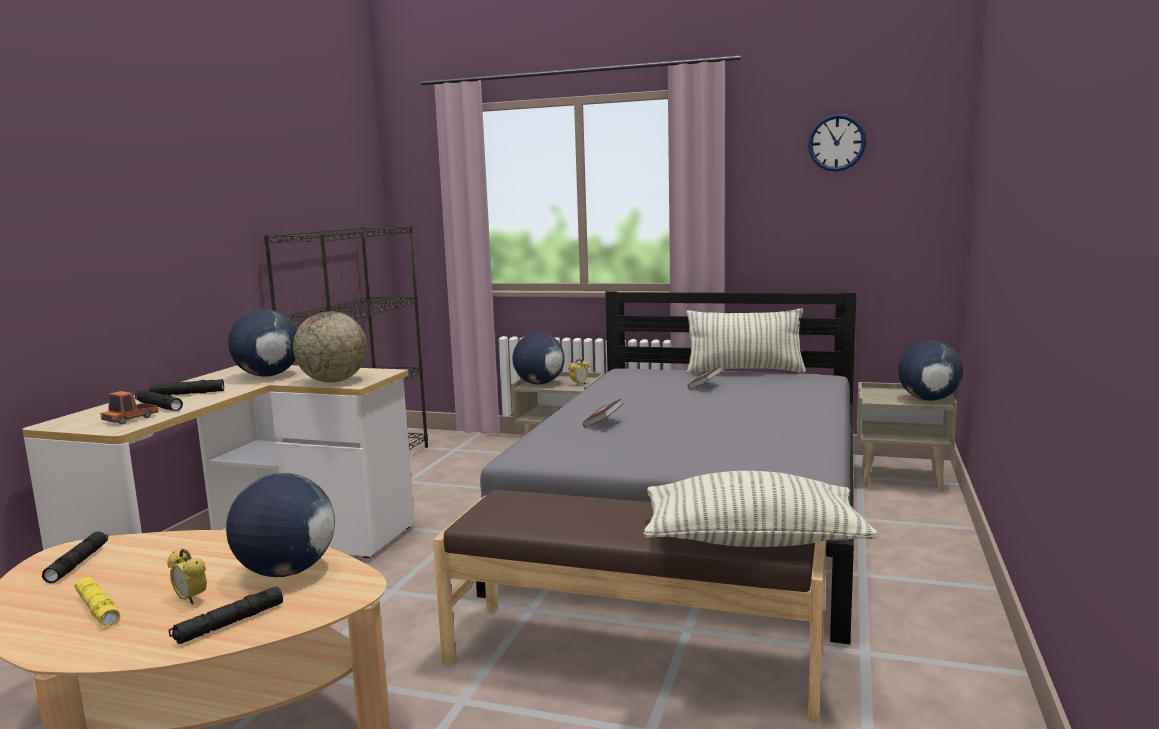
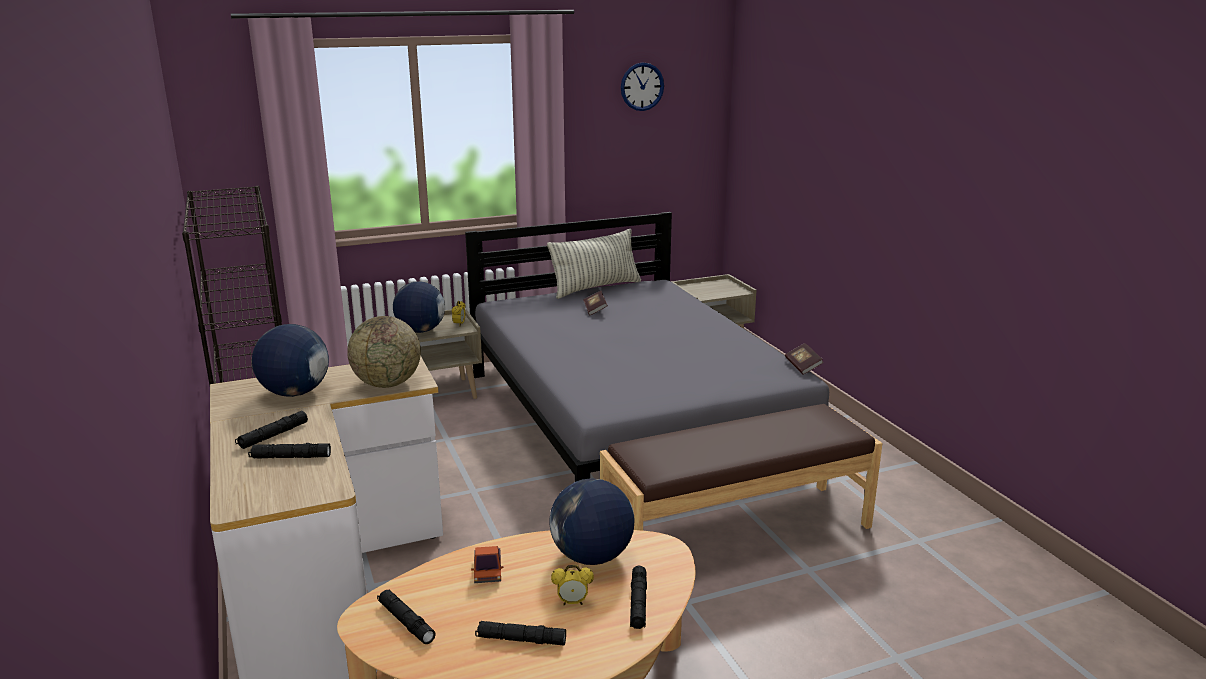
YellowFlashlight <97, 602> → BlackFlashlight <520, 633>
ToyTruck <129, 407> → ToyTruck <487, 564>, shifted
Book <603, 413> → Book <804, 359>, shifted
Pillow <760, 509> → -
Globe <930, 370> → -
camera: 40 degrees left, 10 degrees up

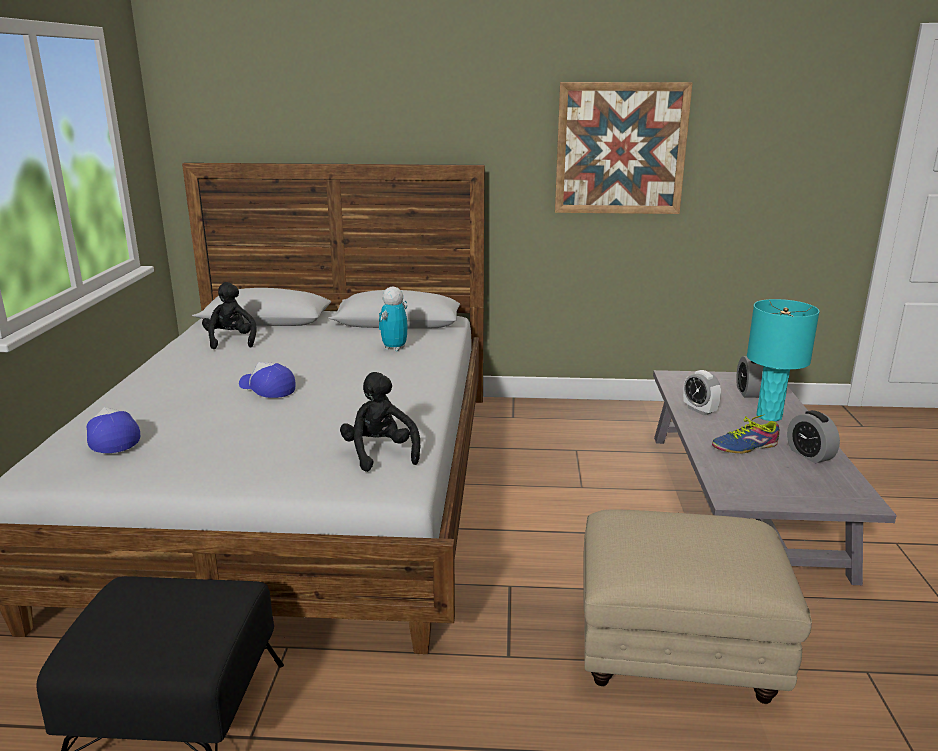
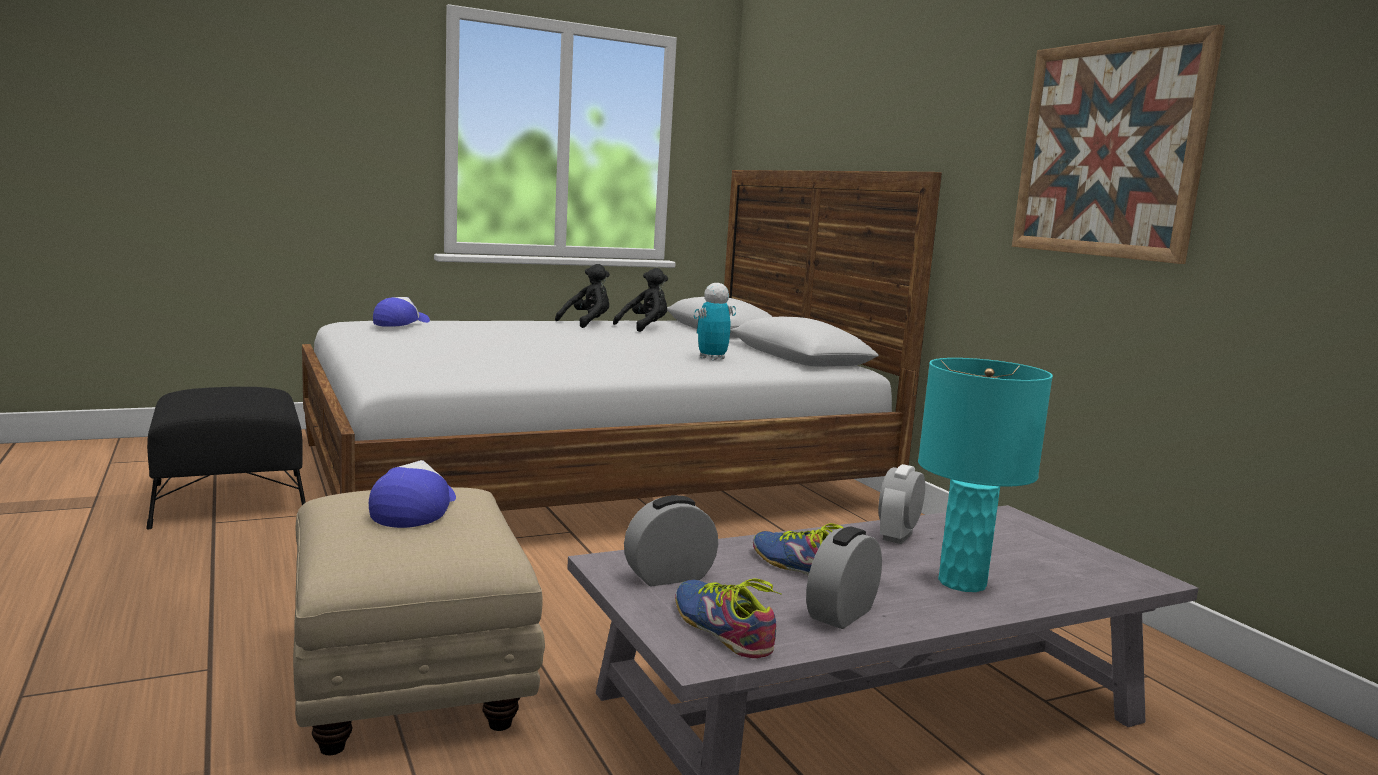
Cap <267, 380> → Cap <412, 494>, shifted
BlackPlushToy <380, 422> → BlackPlushToy <582, 296>, shifted
ToyRobot <393, 319> → ToyRobot <715, 322>, 45 degrees counterclockwise
AlarmClock <749, 377> → AlarmClock <671, 540>, shifted
- → Shoe <728, 618>
camera: 60 degrees right, 10 degrees down

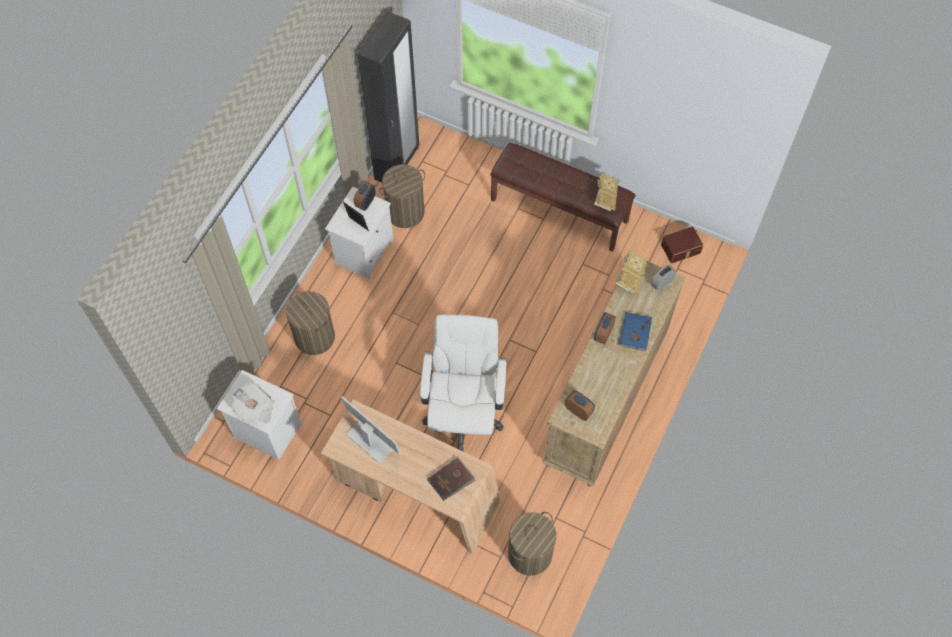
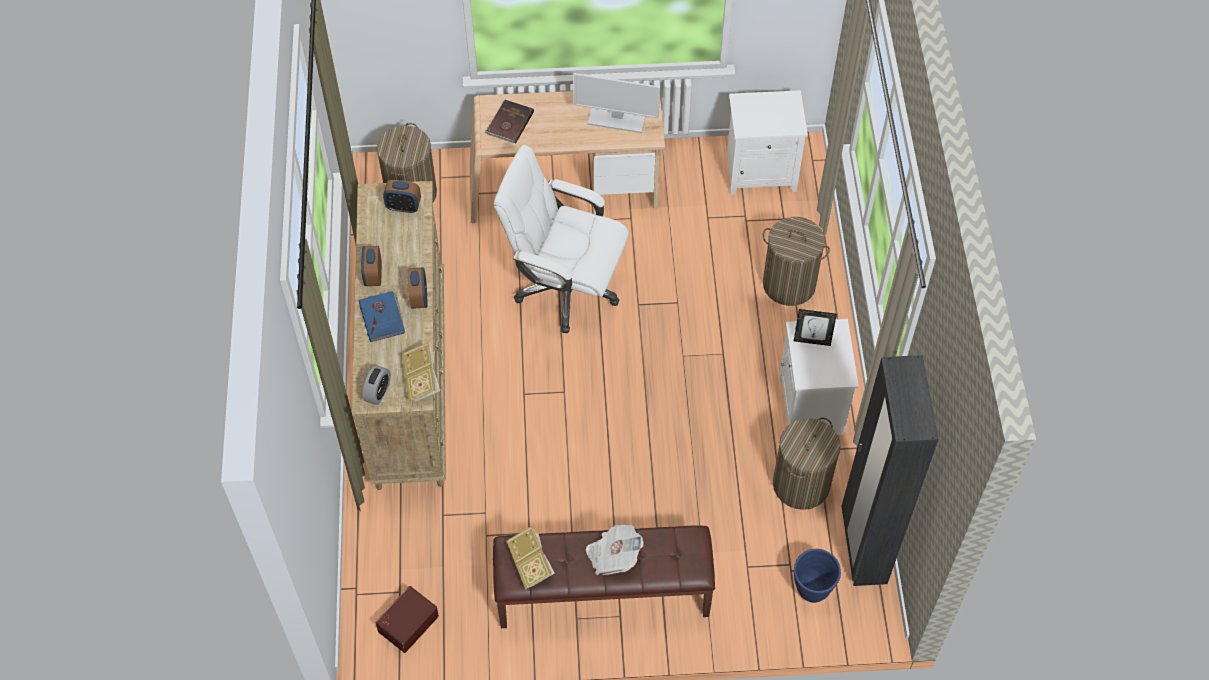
Newspaper <253, 403> → Newspaper <615, 550>, shifted
AlarmClock <365, 196> → AlarmClock <371, 266>, shifted
WhiteOfficeChair <463, 382> → WhiteOfficeChair <561, 239>, 135 degrees clockwise
- → BluePlanter <817, 575>
camera: 150 degrees right, 5 degrees down

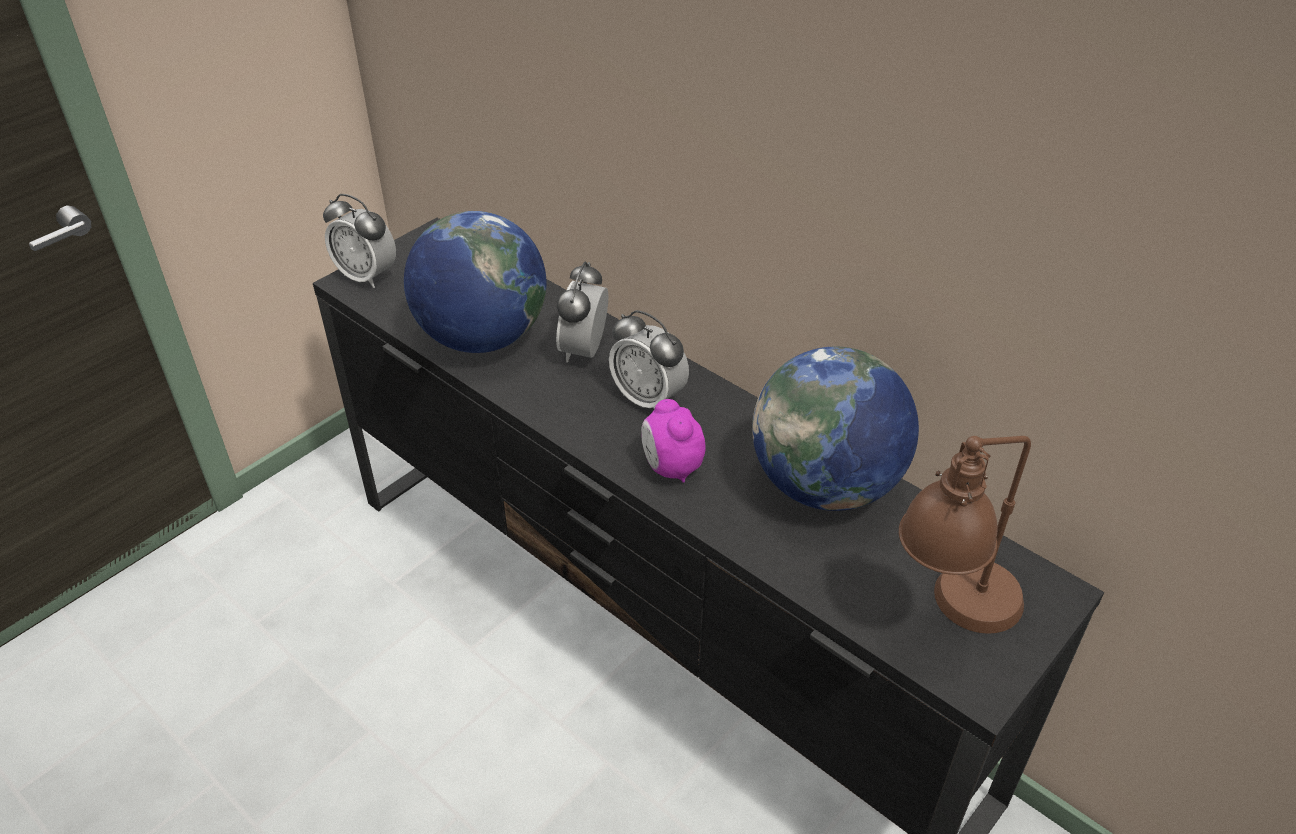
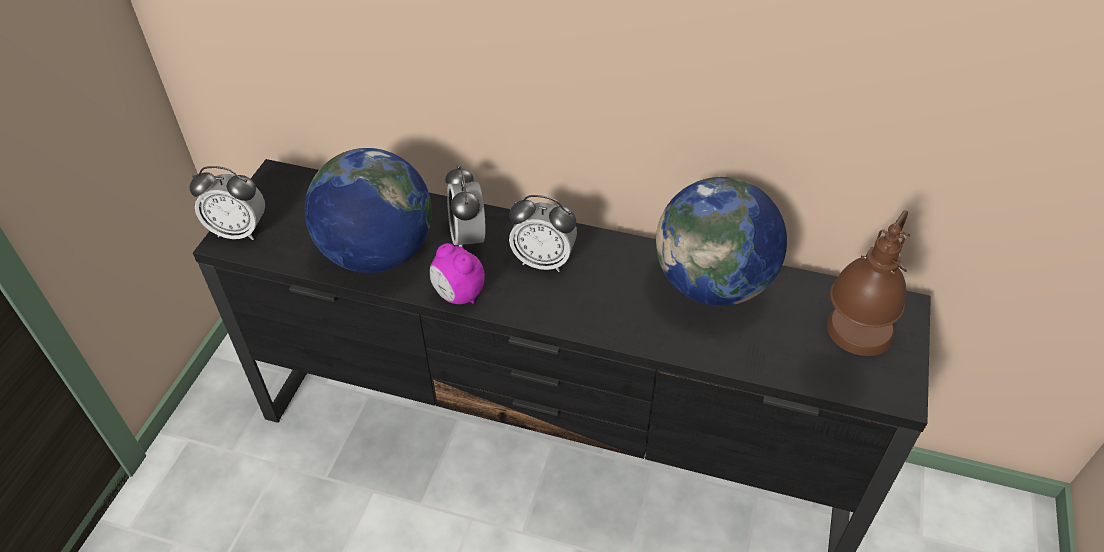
AlarmClock <673, 441> → AlarmClock <457, 273>, shifted
camera: 25 degrees left, 5 degrees up

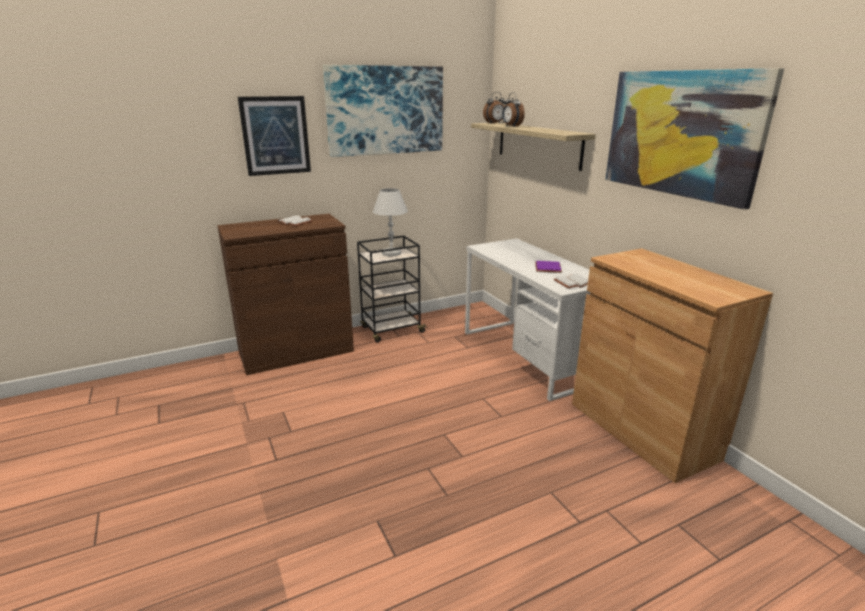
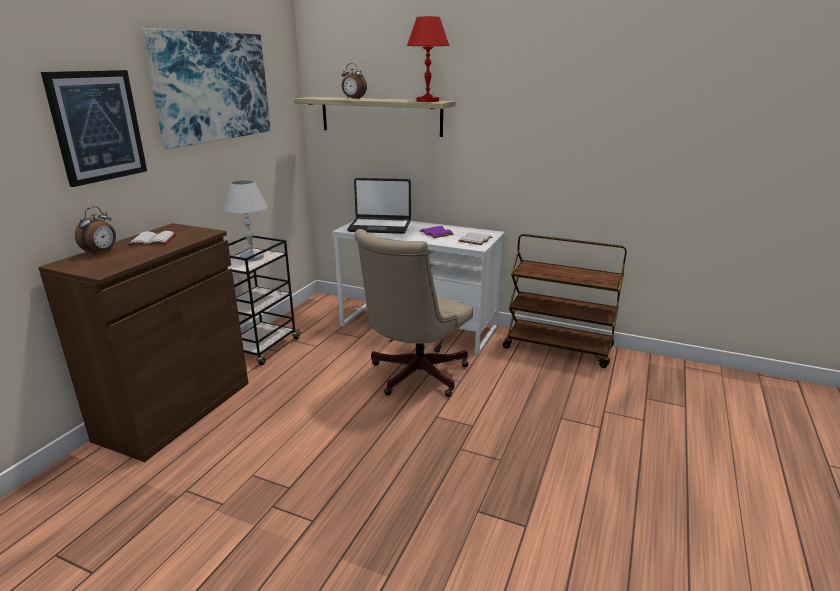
AlarmClock <494, 108> → AlarmClock <95, 230>, shifted
BrownCabinet <672, 365> → BrownCart <565, 301>
Picture <694, 139> → -
- → Laptop <379, 206>
- → BeigeOfficeChair <413, 313>
- → RedTableLamp <428, 59>
camera: 40 degrees left, 0 degrees up

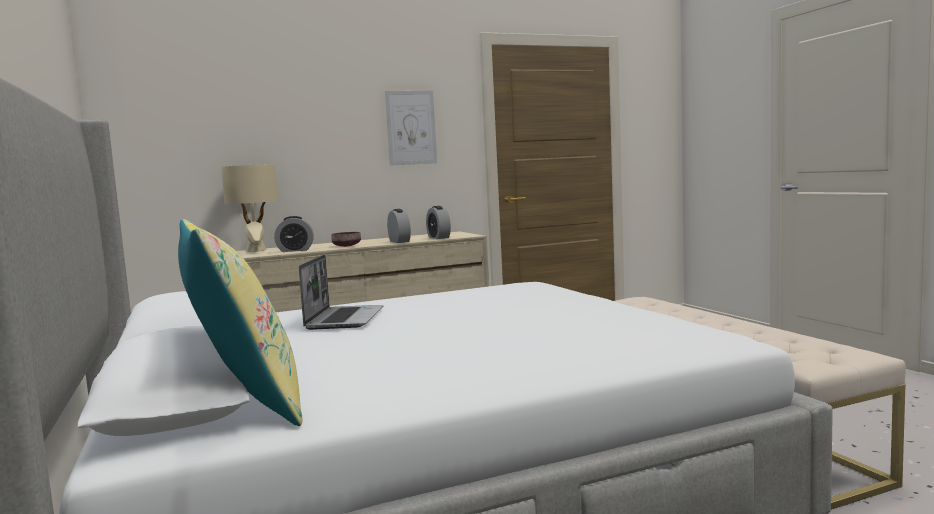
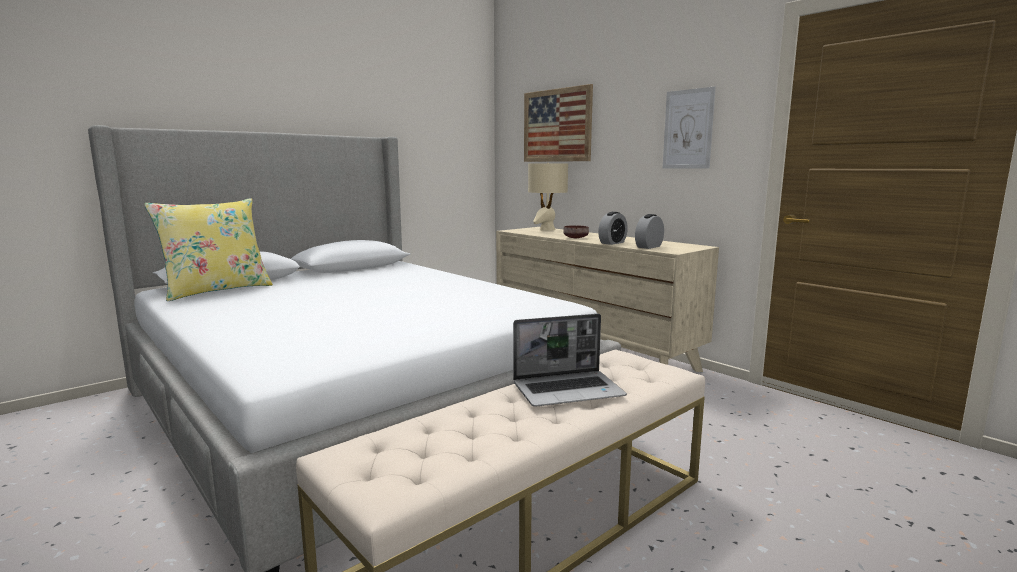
AlarmClock <294, 234> → -
Laptop <341, 292> → Laptop <570, 360>, shifted
- → Picture <558, 123>
camera: 70 degrees right, 5 degrees up

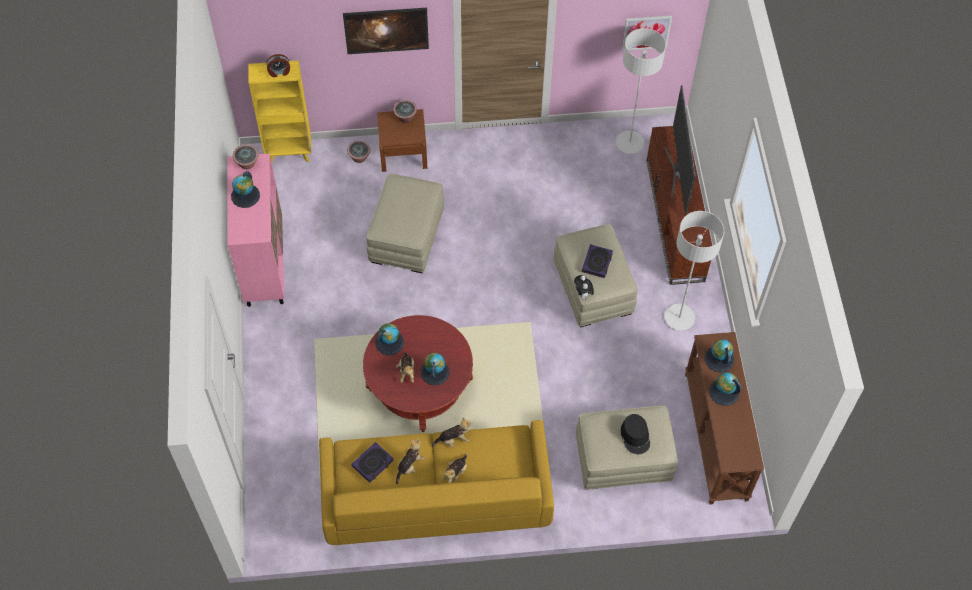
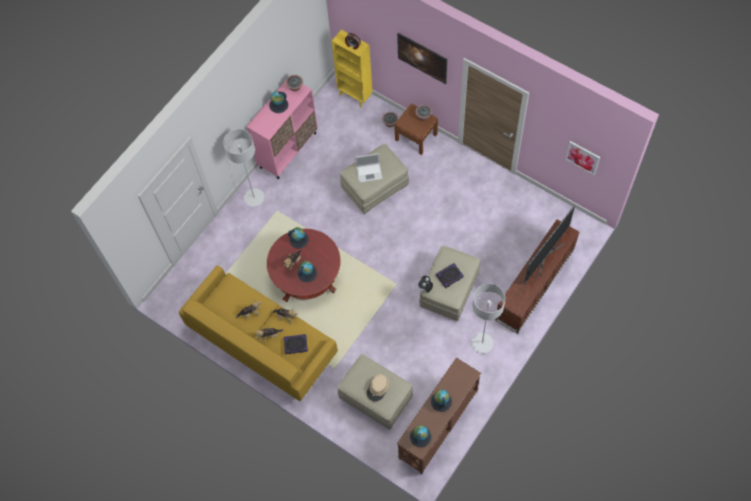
Book <372, 462> → Book <296, 344>, shifted
GreyFloorLamp <641, 91> → GreyFloorLamp <243, 167>, shifted
BlackHat <635, 434> → BeigeHat <378, 387>
Globe <719, 355> → Globe <420, 436>, shifted
- → Laptop <369, 168>
camera: 45 degrees right, 5 degrees up

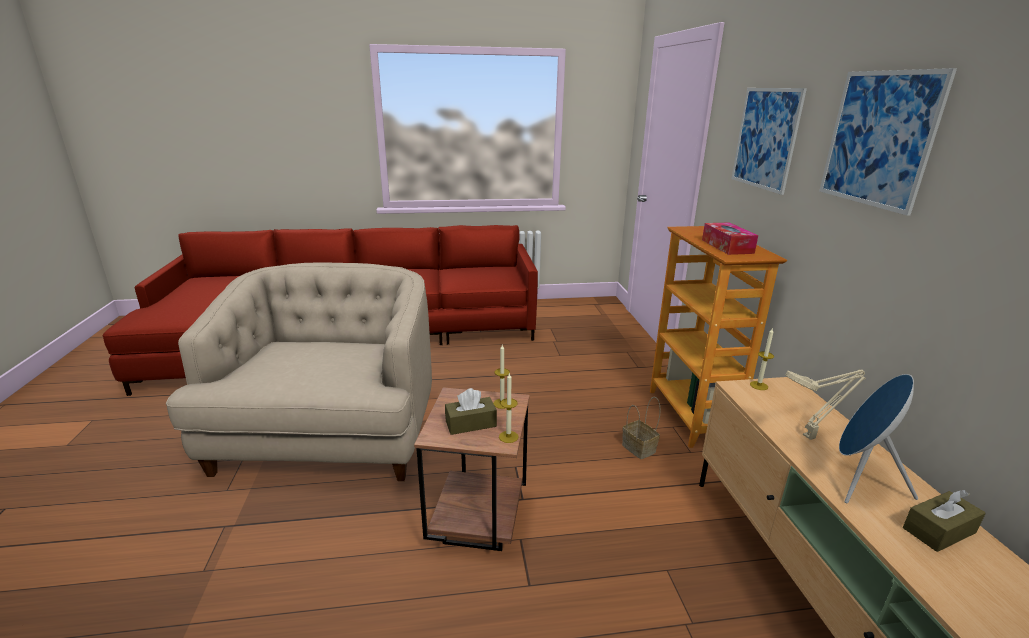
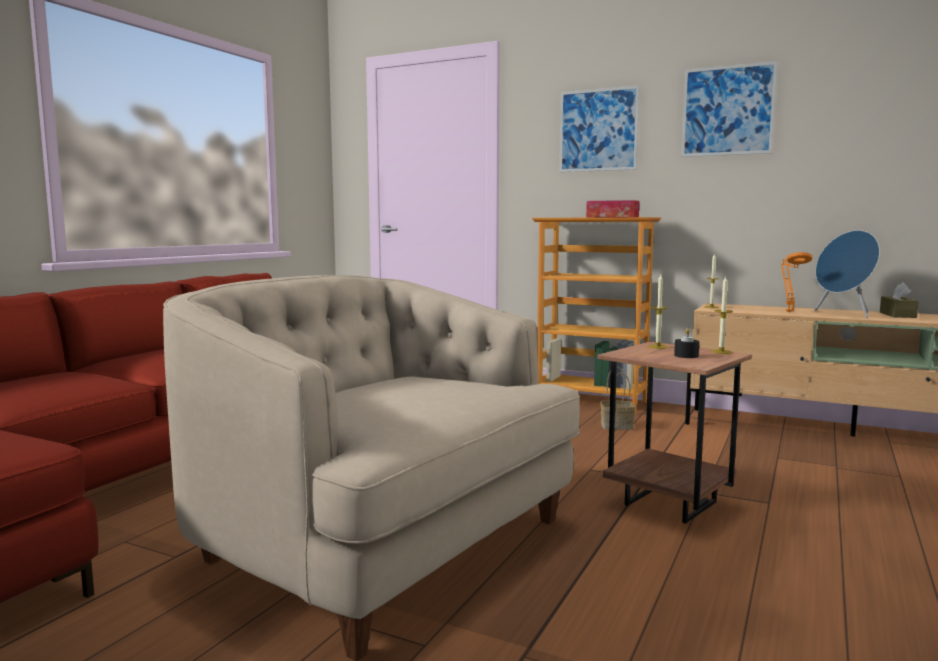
BrownTissueBox <471, 411> → BlackCandle <686, 343>
BeigeTableLamp <825, 404> → OrangeTableLamp <796, 282>
camera: 55 degrees left, 15 degrees down

